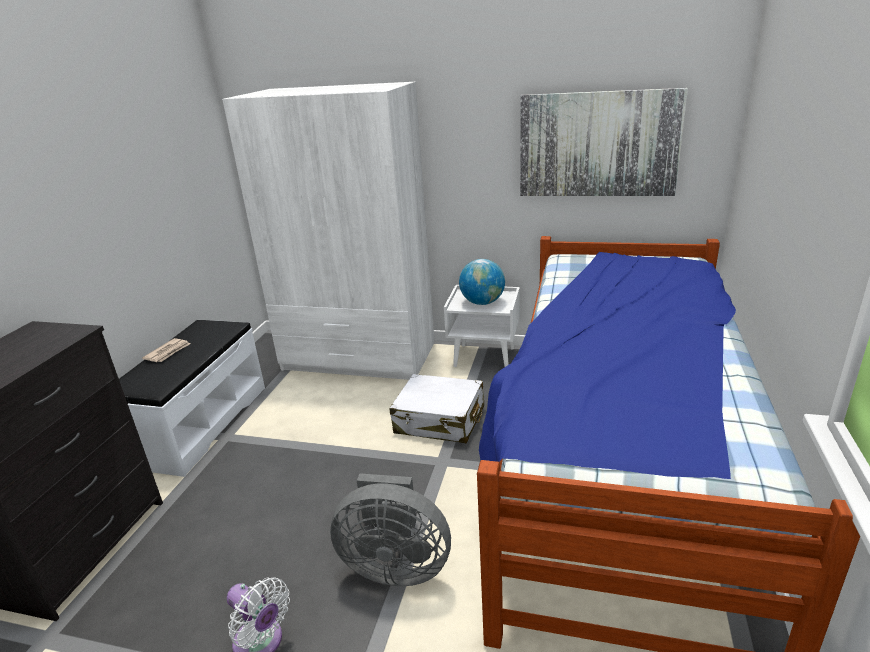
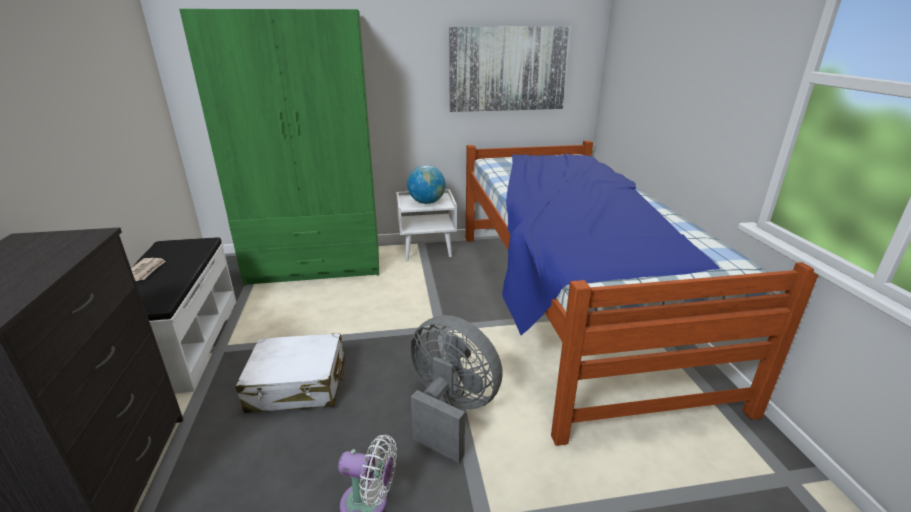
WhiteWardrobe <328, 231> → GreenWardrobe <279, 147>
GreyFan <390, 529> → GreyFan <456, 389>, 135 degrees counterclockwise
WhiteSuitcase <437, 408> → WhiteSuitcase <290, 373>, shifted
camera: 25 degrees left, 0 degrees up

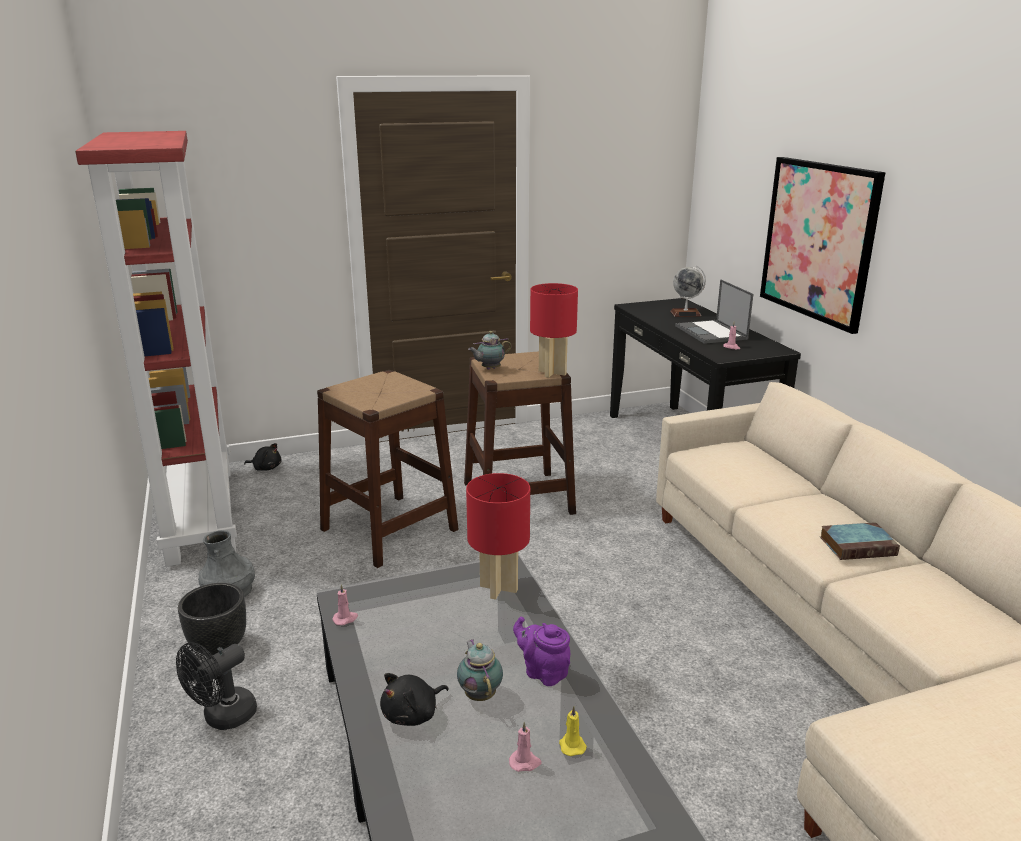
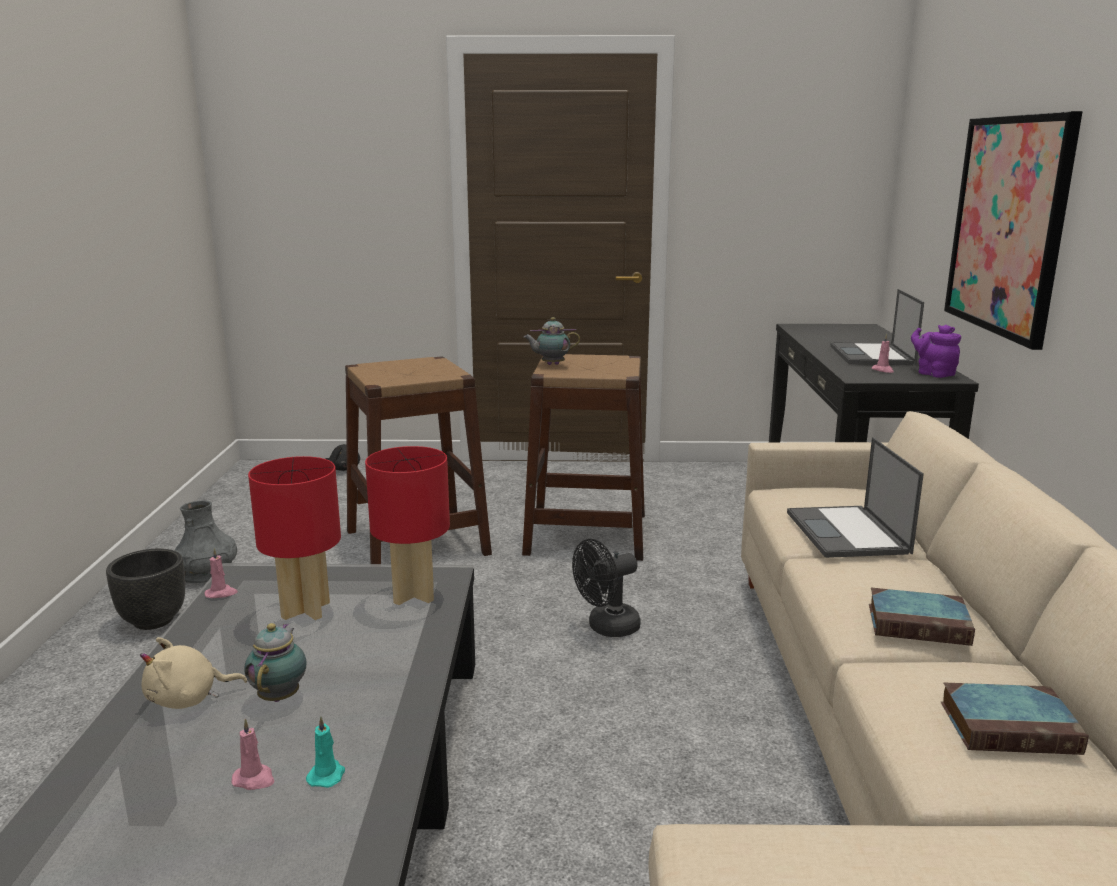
RedBookcase <156, 349> → -
BlackFan <216, 686> → BlackFan <606, 588>, shifted
BlackPlushToy <414, 699> → BeigePlushToy <193, 673>
PurpleTeapot <541, 651> → PurpleTeapot <936, 351>, shifted
RedTableLamp <554, 330> → RedTableLamp <294, 538>, shifted
YellowCandle <573, 731> → TurquoiseCandle <325, 752>
Globe <688, 291> → -
- → Laptop <855, 497>
- → Book <1015, 719>
camera: 20 degrees right, 5 degrees down

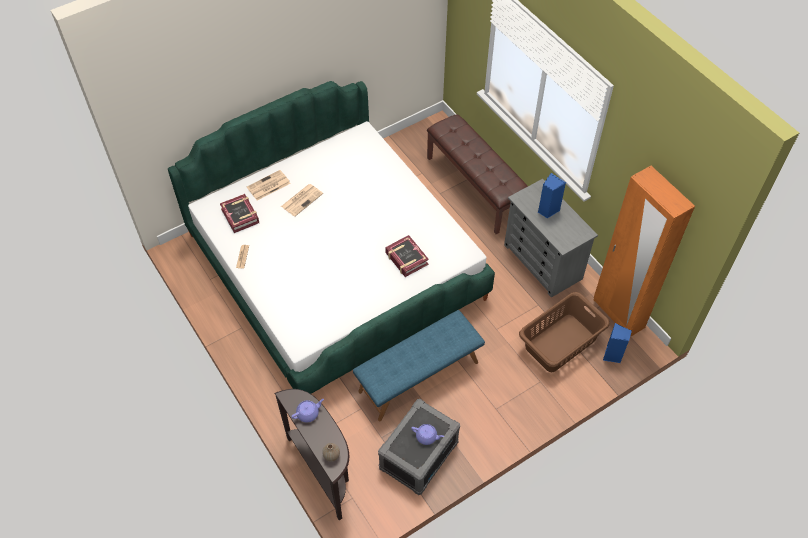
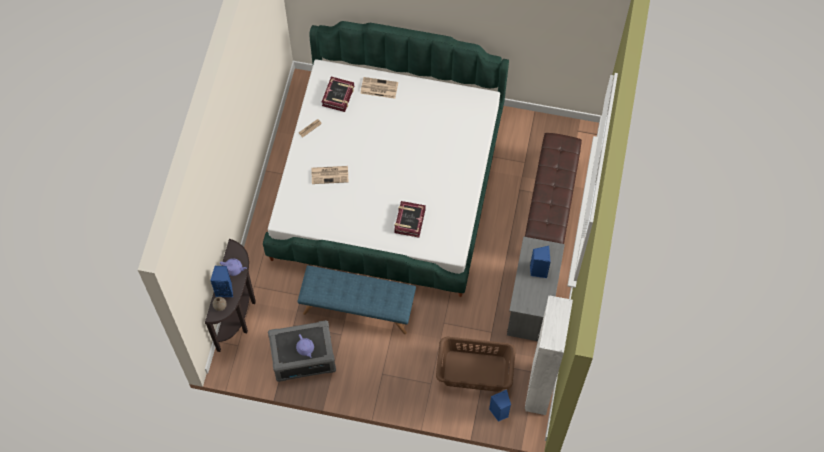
Newspaper <302, 200> → Newspaper <330, 175>, shifted
OrangeWardrobe <644, 251> → WhiteWardrobe <549, 355>
- → BlueSpeaker <221, 281>
camera: 45 degrees right, 10 degrees up

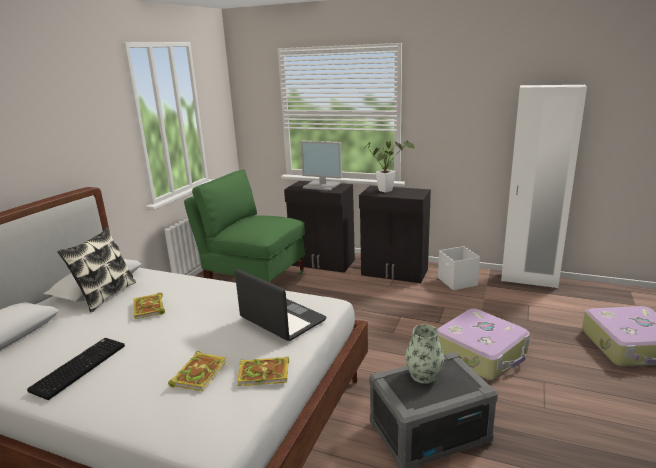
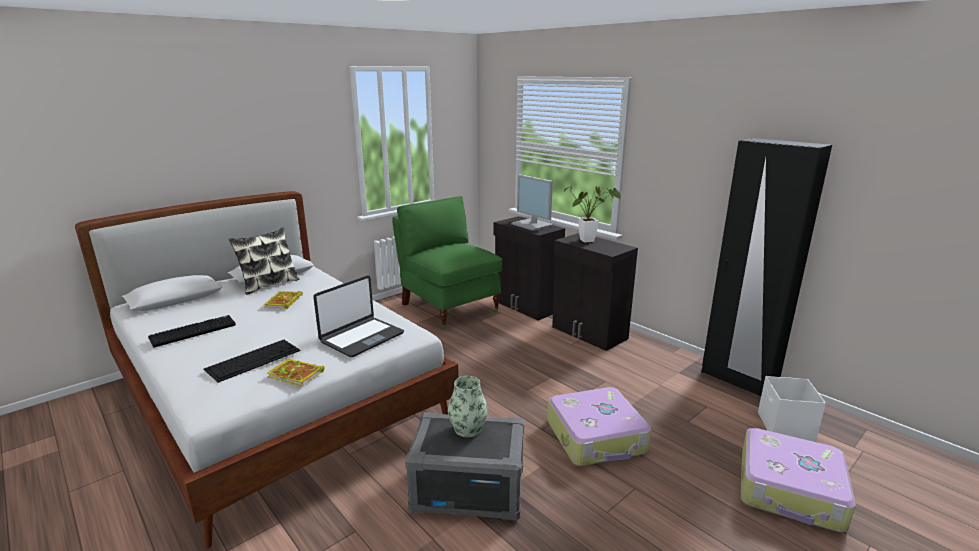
Book <197, 371> → Keyboard <251, 361>
Laptop <281, 305> → Laptop <358, 316>, 60 degrees clockwise
WhiteStorageBox <459, 268> → WhiteStorageBox <792, 409>, shifted
WhiteWardrobe <544, 186> → BlackWardrobe <767, 267>
camera: 25 degrees right, 0 degrees up

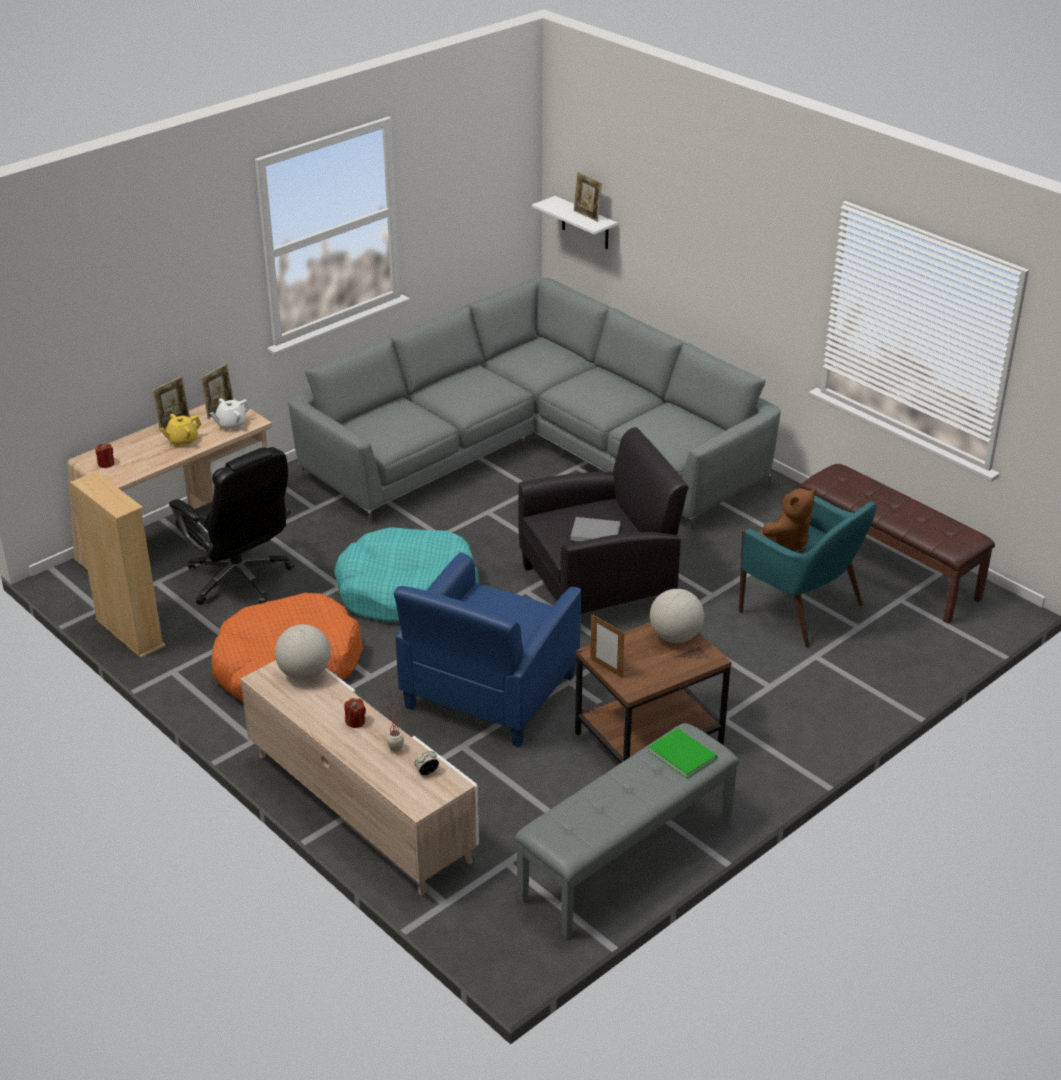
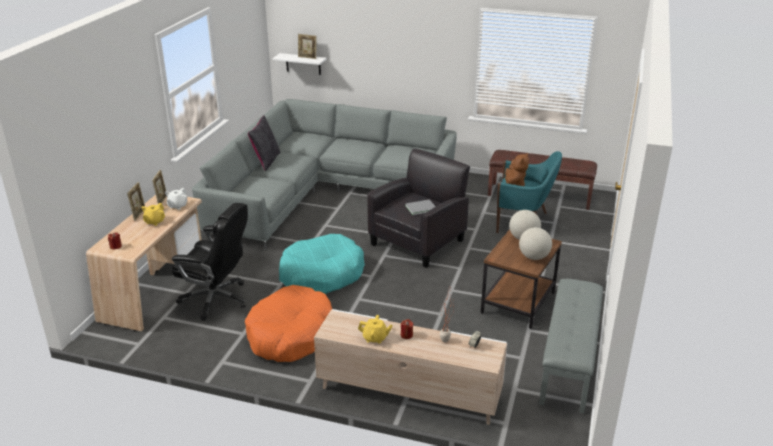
BeigeBookcase <117, 564> → -
Globe <303, 652> → Globe <535, 243>, shifted
BlueArmchair <487, 649> → -
PictureFrame <607, 646> → -
GreenBook <682, 753> → -
- → BlackPillow <264, 143>
- → YellowTeapot <375, 329>
camera: 30 degrees left, 5 degrees down

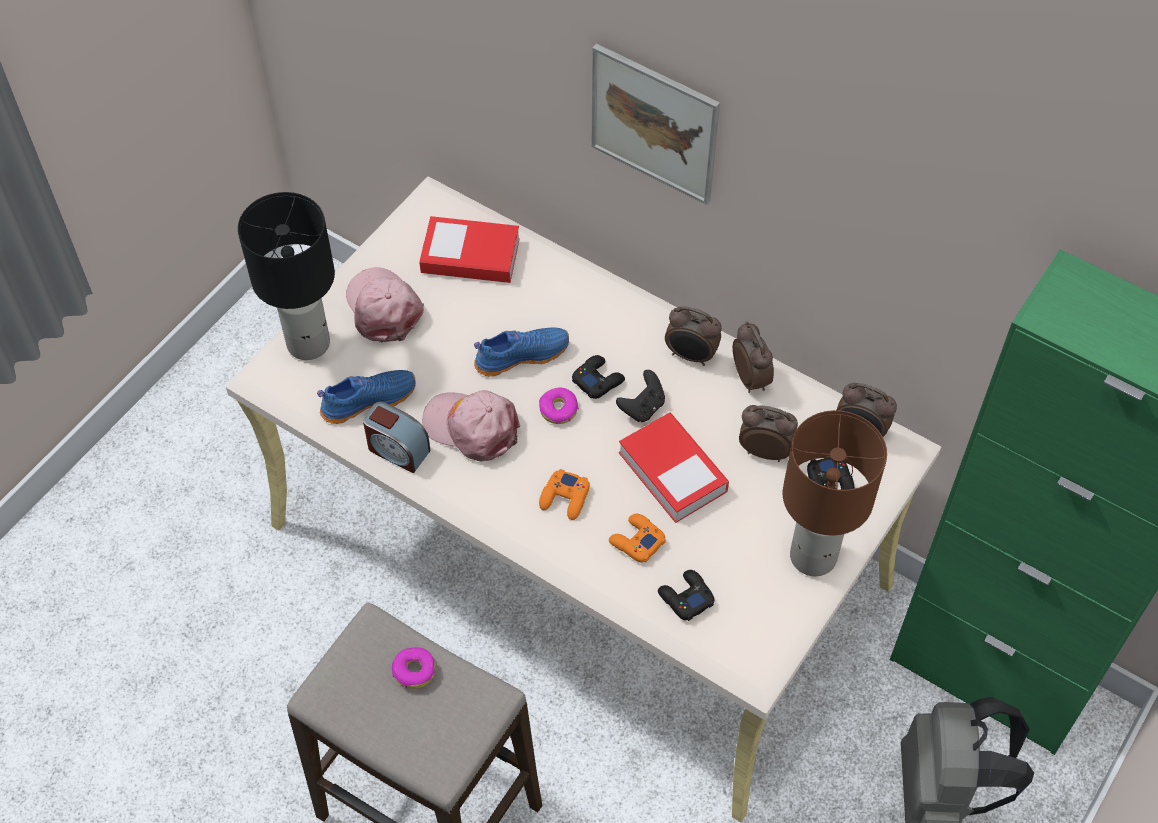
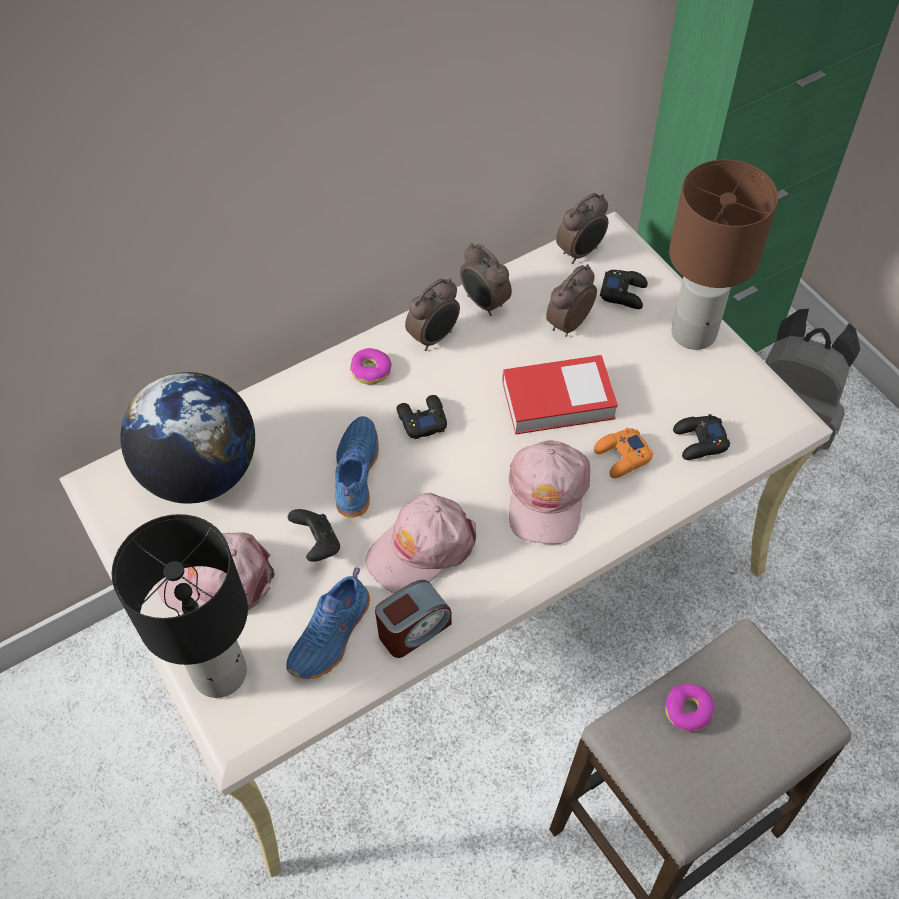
BlueShoe <366, 397> → BlueShoe <328, 623>, 150 degrees counterclockwise
Book <469, 249> → Globe <188, 438>
Donut <559, 406> → Donut <371, 366>, shifted
OrangeGameController <564, 494> → PinkCap <549, 492>
Picture <655, 124> → -
BlackGameController <640, 396> → BlackGameController <314, 535>, shifted
AlarmClock <753, 357> → AlarmClock <486, 279>, 135 degrees counterclockwise
camera: 65 degrees left, 0 degrees up

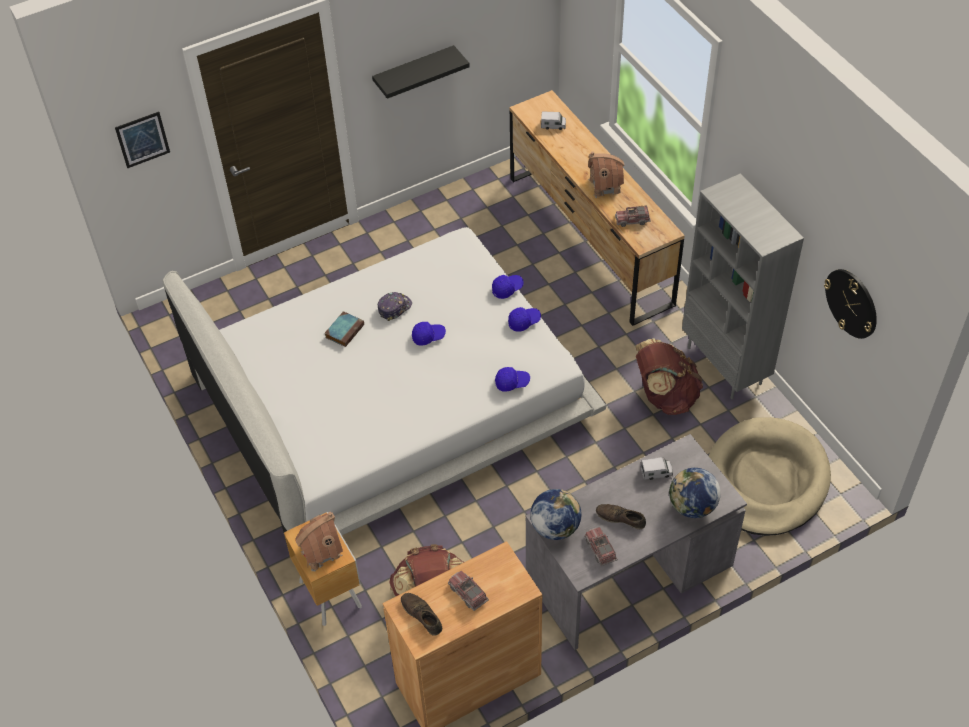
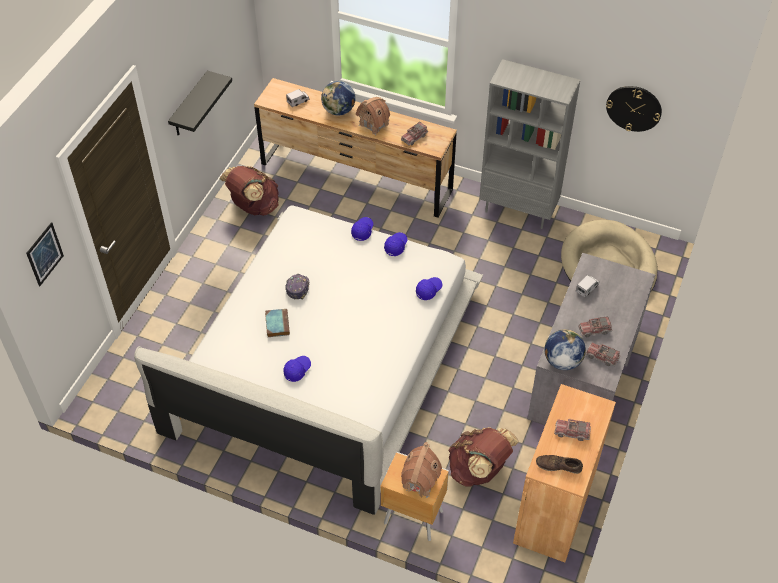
BlueCap <429, 334> → BlueCap <297, 369>, shifted
BrownShoe <621, 516> → ToyTruck <595, 326>
BrownBackpack <669, 376> → BrownBackpack <249, 191>, shifted
Globe <695, 493> → Globe <338, 98>, shifted
camera: 40 degrees left, 0 degrees up

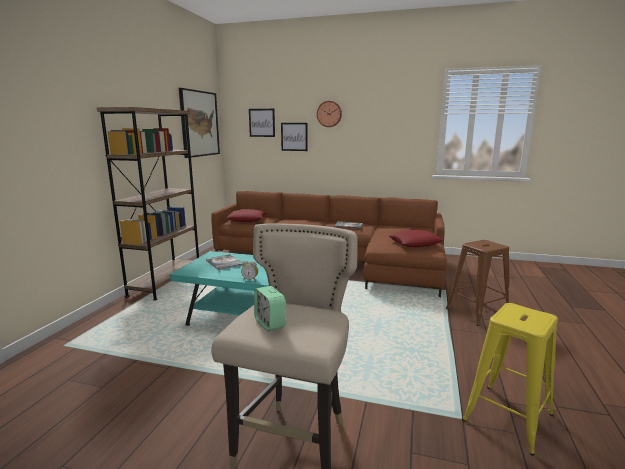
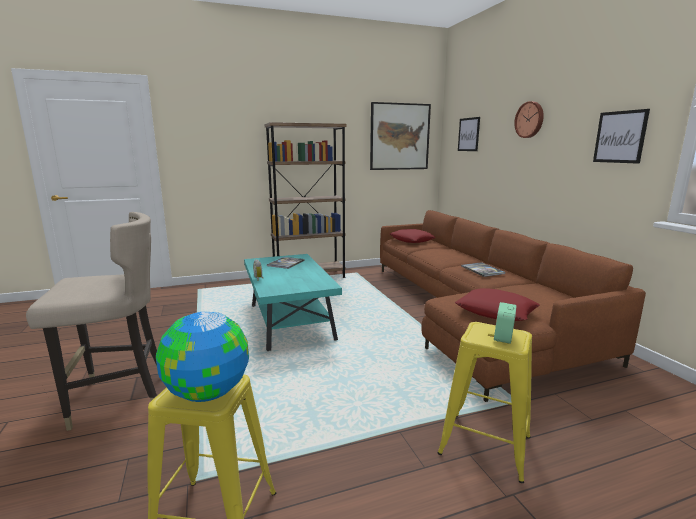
AlarmClock <270, 308> → AlarmClock <505, 323>, shifted
Picture <294, 137> → Picture <621, 136>, shifted
BrownStool <477, 283> → YellowStool <485, 402>
- → Globe <202, 357>
camera: 55 degrees right, 0 degrees up

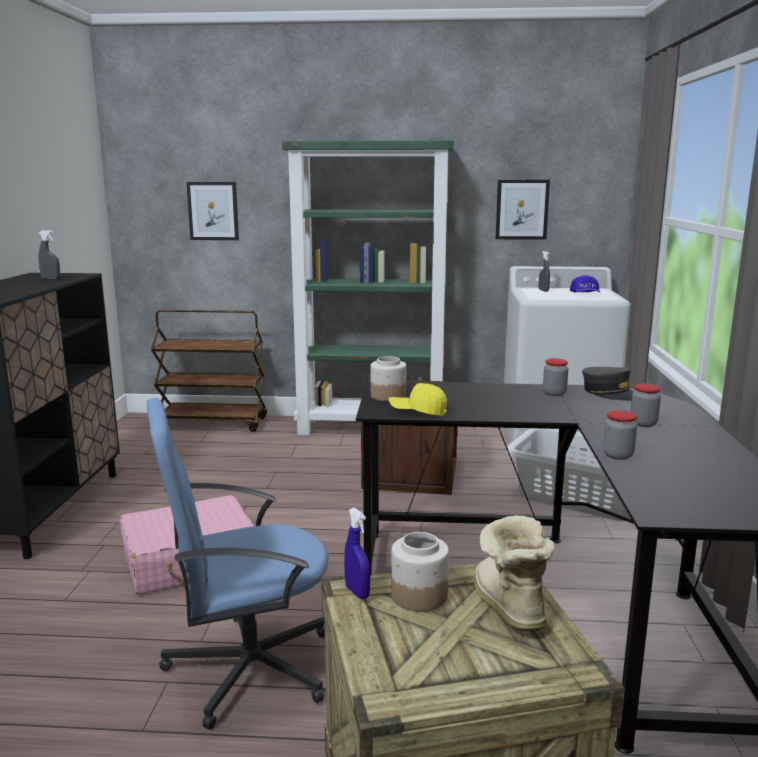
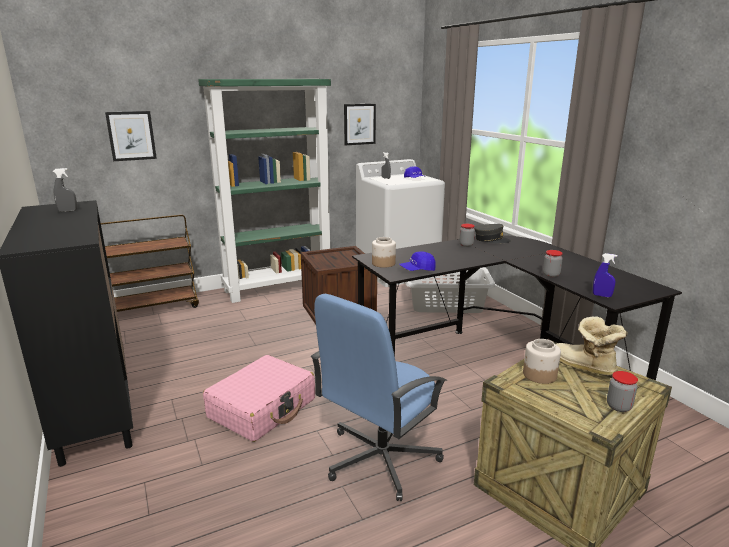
BlueSprayBottle <357, 553> → BlueSprayBottle <605, 275>, shifted
YellowCap <418, 399> → BlueCap <417, 261>
Jar <645, 405> → Jar <622, 391>, shifted
camera: 30 degrees left, 5 degrees up

